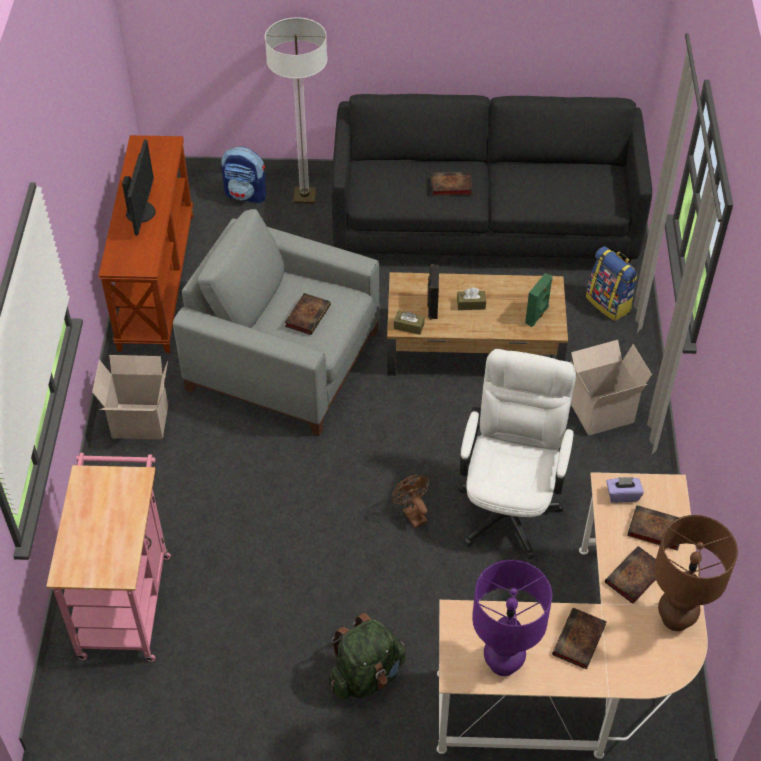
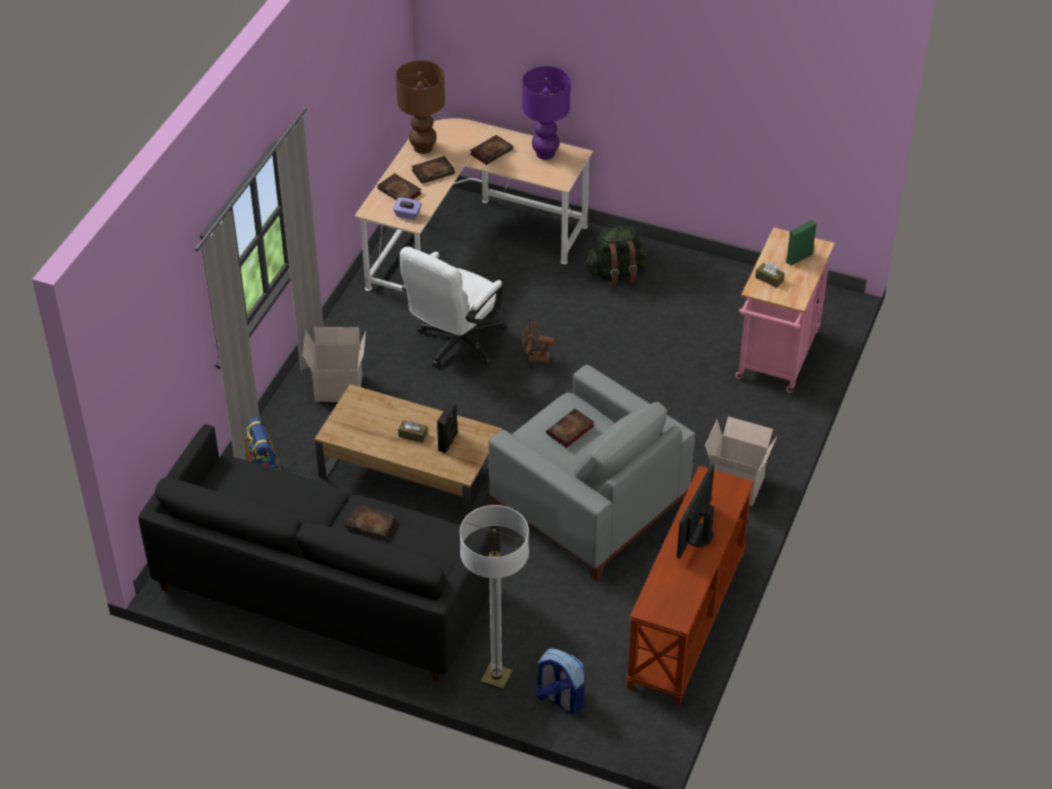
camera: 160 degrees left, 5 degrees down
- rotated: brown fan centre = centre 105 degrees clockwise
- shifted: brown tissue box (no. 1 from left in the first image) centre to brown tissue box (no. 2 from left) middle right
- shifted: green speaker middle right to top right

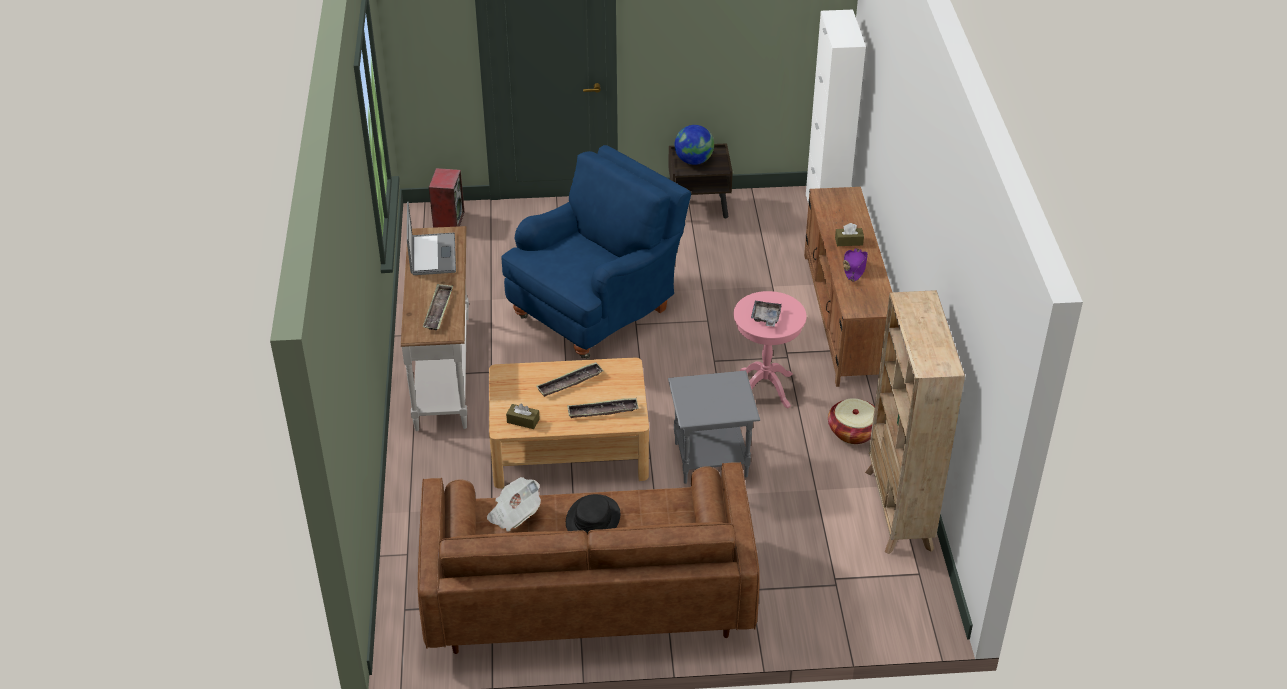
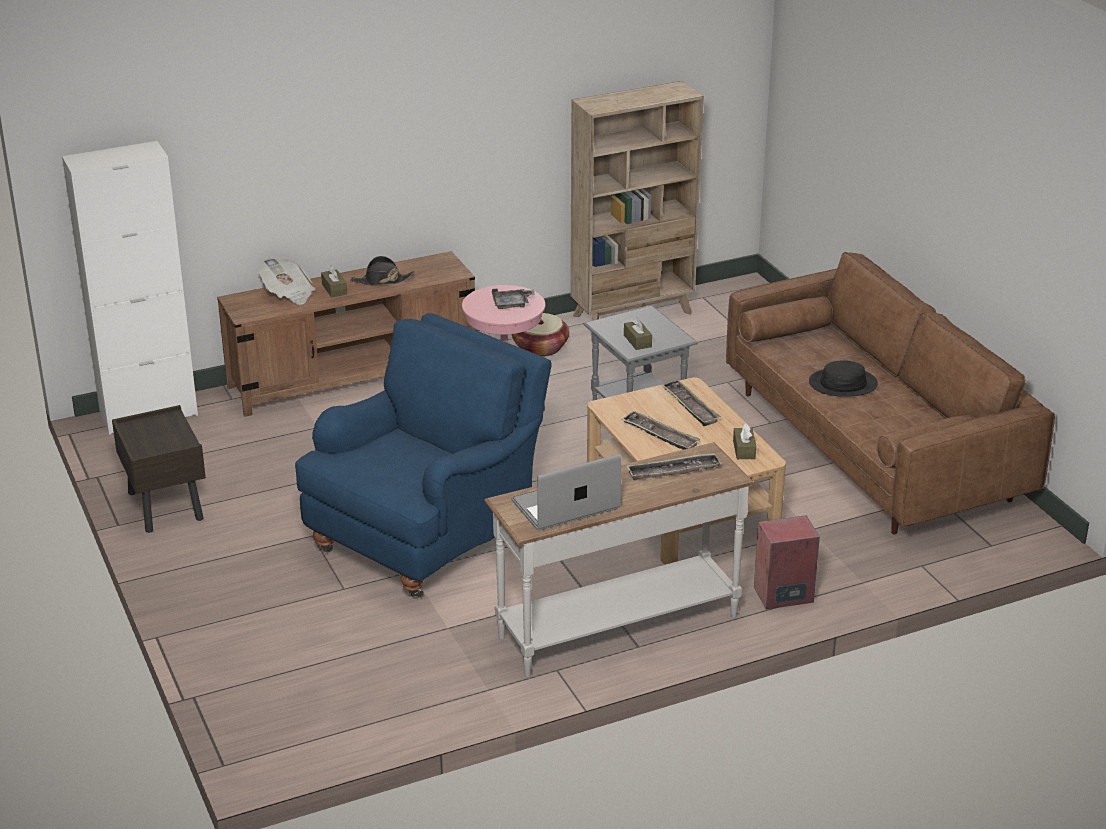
camera: 110 degrees left, 10 degrees down
- shifted: speaker top centre to bottom right
- shifted: newspaper bottom centre to middle left
- rotated: blue armchair centre = centre 105 degrees clockwise
- gone: globe top centre
- repainted: purple hat centre to black hat (no. 1 from left) top centre
- new: brown tissue box (no. 2 from left) centre

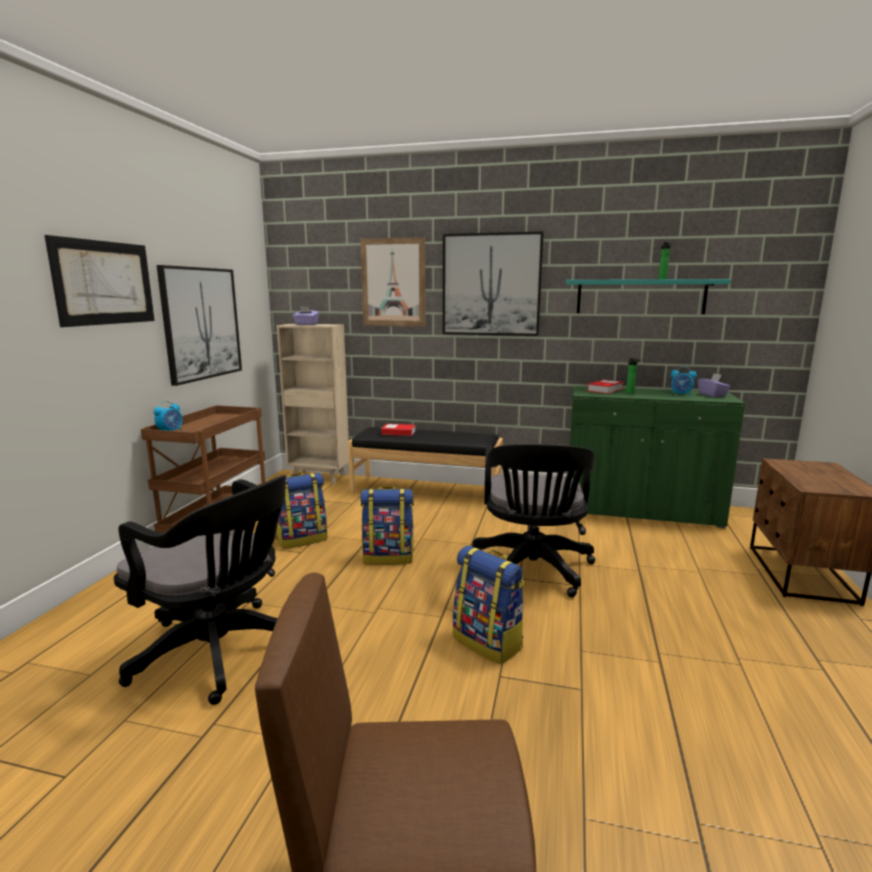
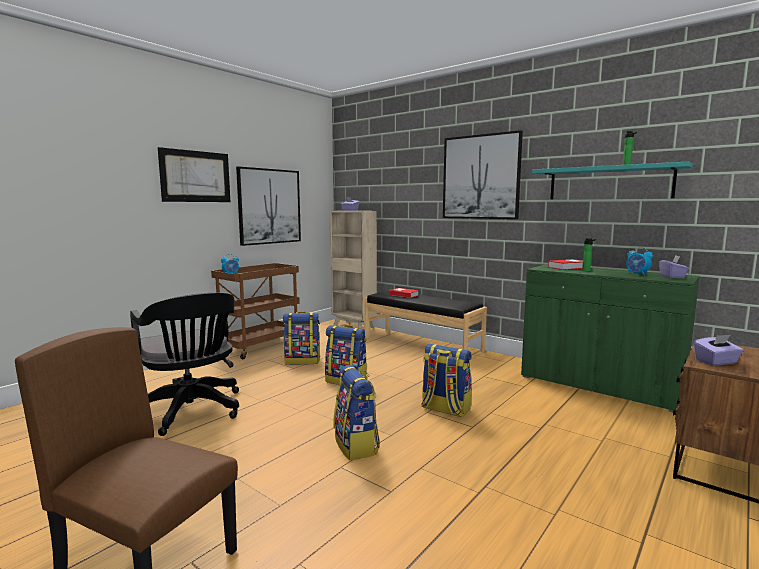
camera: 25 degrees right, 5 degrees down
- gone: picture (no. 3 from left) top centre
- swapped: black office chair (no. 2 from left) centre to backpack (no. 4 from left) bottom centre
- new: purple tissue box (no. 3 from left) middle right

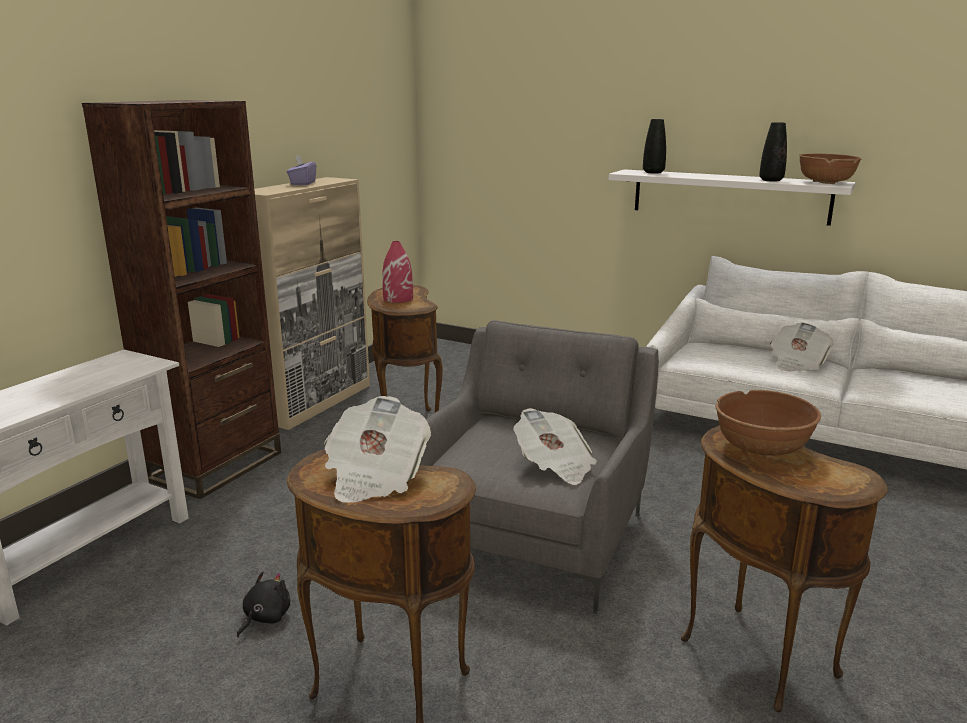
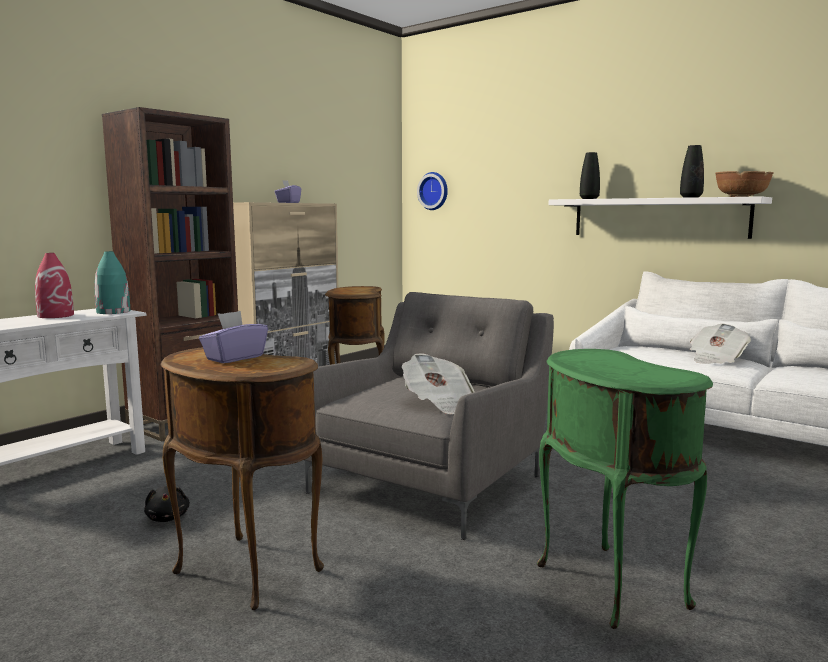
camera: 10 degrees right, 10 degrees down
- rotated: black plush toy bottom left = bottom left 120 degrees clockwise
- swapped: newspaper (no. 1 from left) centre to purple tissue box (no. 1 from left) middle left
- shifted: red vase centre to middle left
- repainted: brown side table (no. 3 from left) bottom right to green side table bottom right
- gone: brown bowl (no. 1 from left) middle right
- new: turquoise vase middle left
- new: wall clock top centre

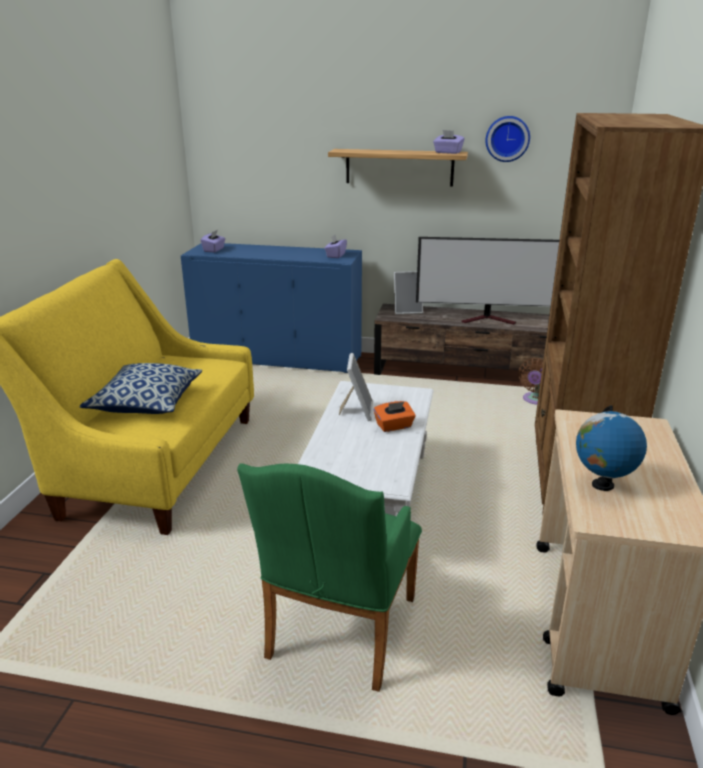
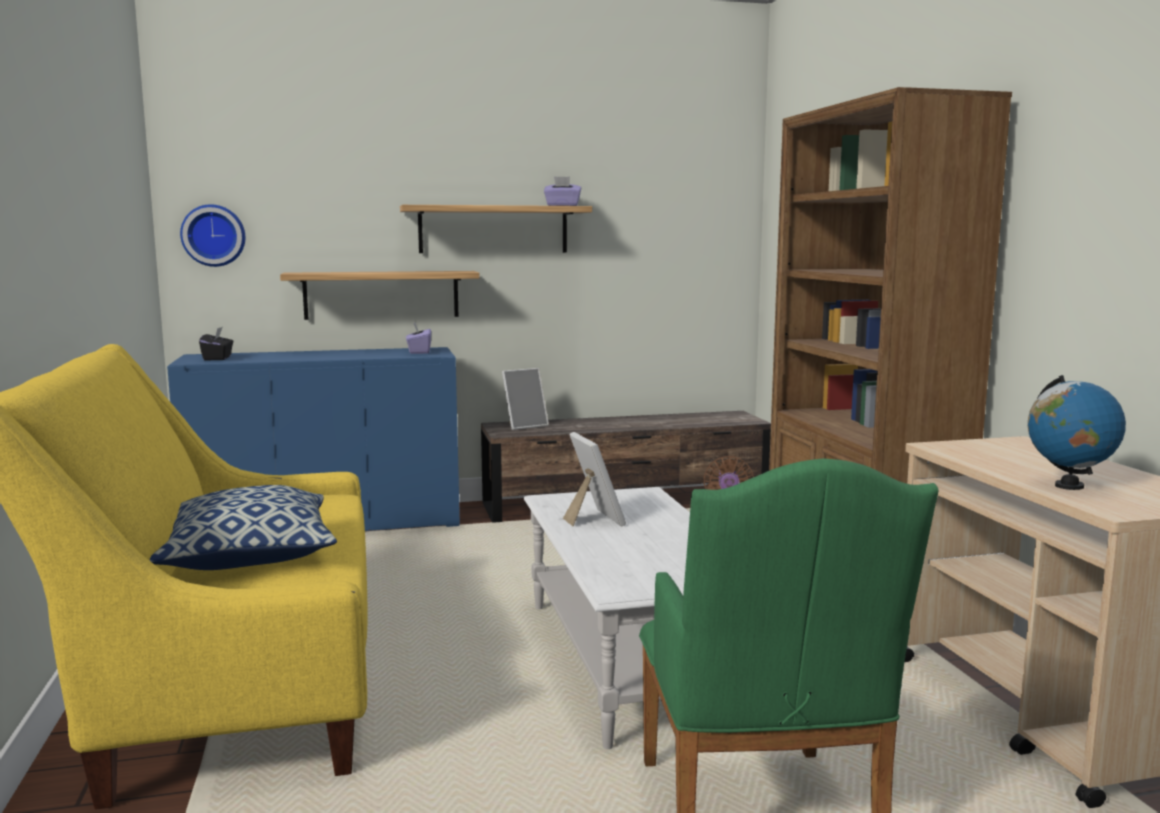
camera: 25 degrees left, 15 degrees down
- repainted: purple tissue box (no. 1 from left) top left to black tissue box middle left
- gone: orange tissue box centre
- gone: television middle right
- shifted: wall clock top right to top left
- new: shelf (no. 1 from left) middle left

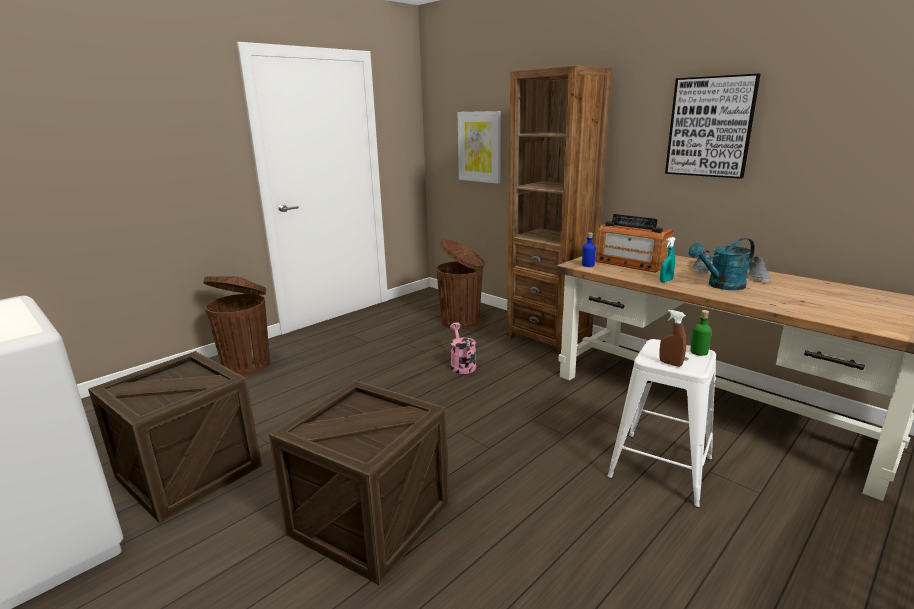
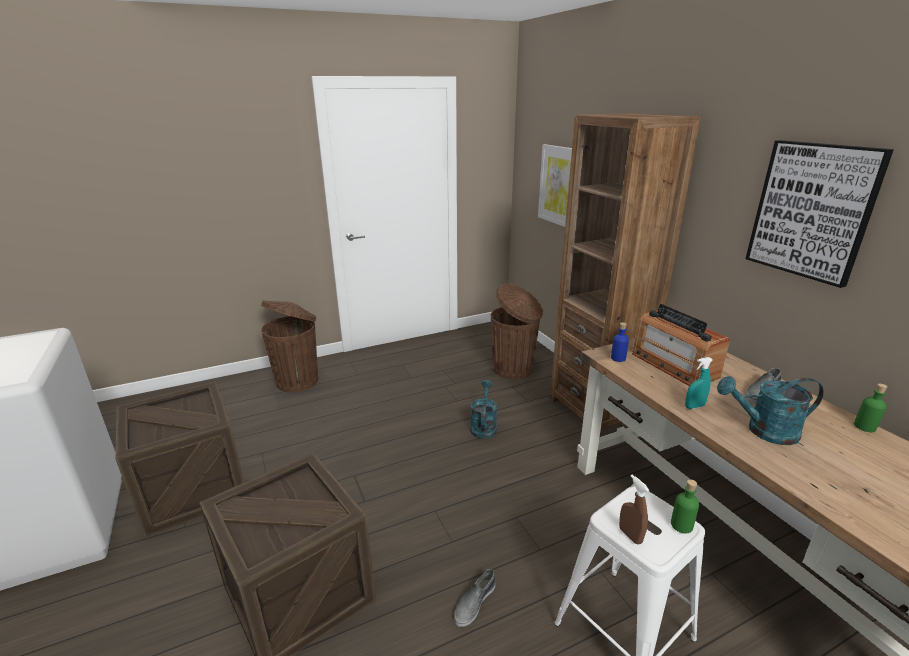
camera: 20 degrees right, 5 degrees up
- repainted: pink watering can centre to turquoise watering can (no. 1 from left) centre
- shifted: grey shoe (no. 2 from left in the first image) middle right to grey shoe (no. 1 from left) bottom centre
- new: green bottle (no. 2 from left) middle right

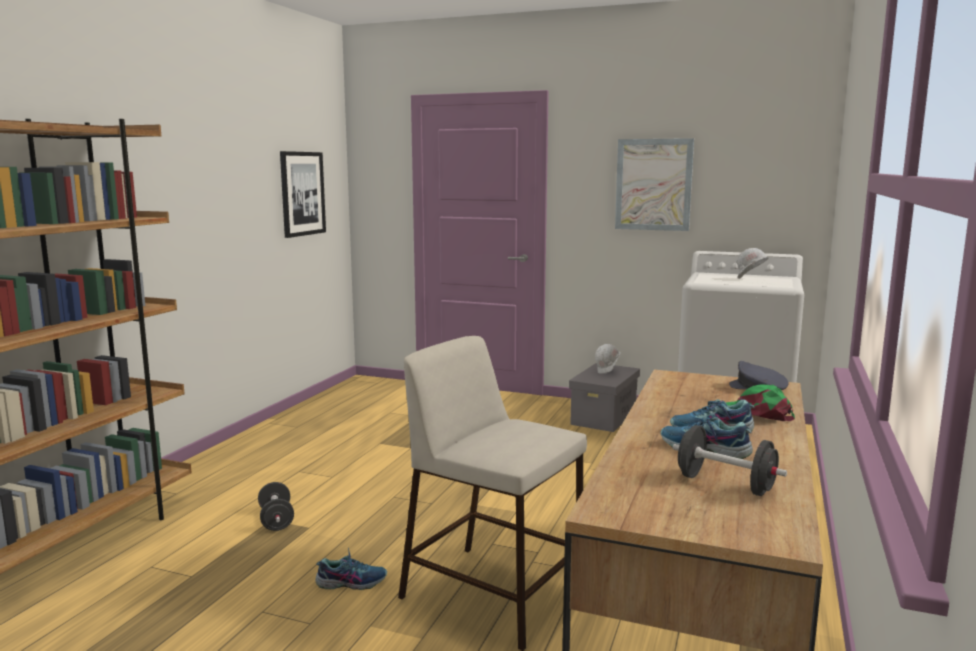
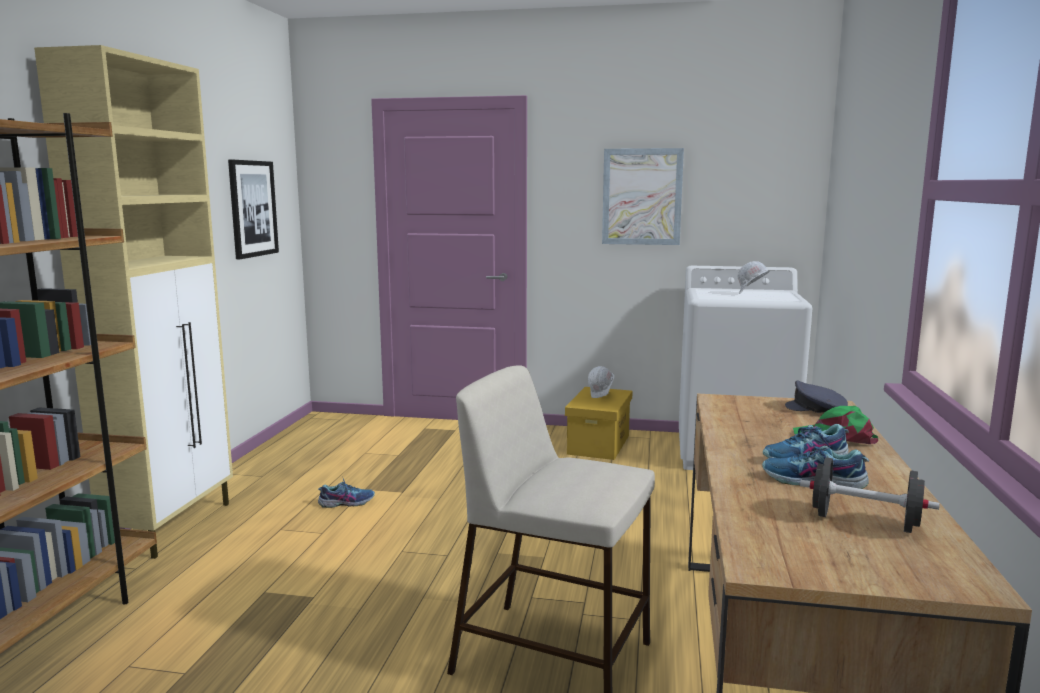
camera: 10 degrees left, 0 degrees up
- gone: black dumbbell (no. 1 from left) bottom left
- shifted: shoe (no. 1 from left) bottom centre to bottom left
- repainted: grey storage box centre to yellow storage box centre
- new: beige cabinet middle left

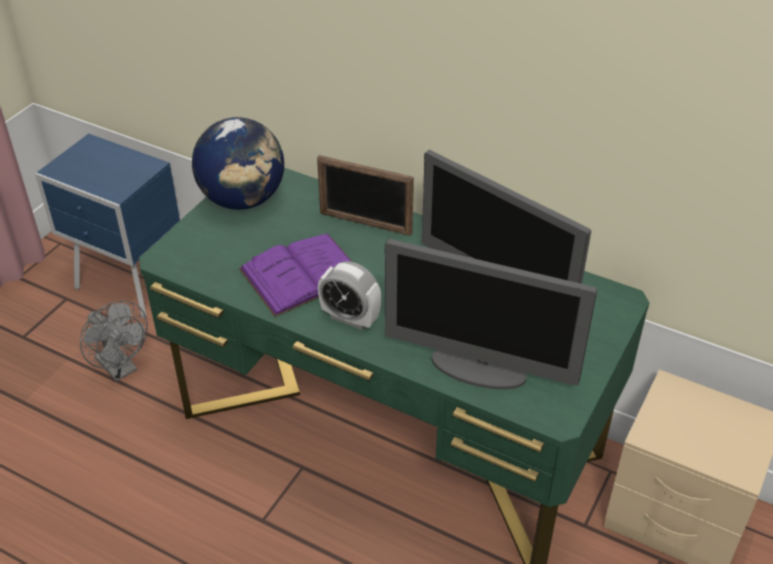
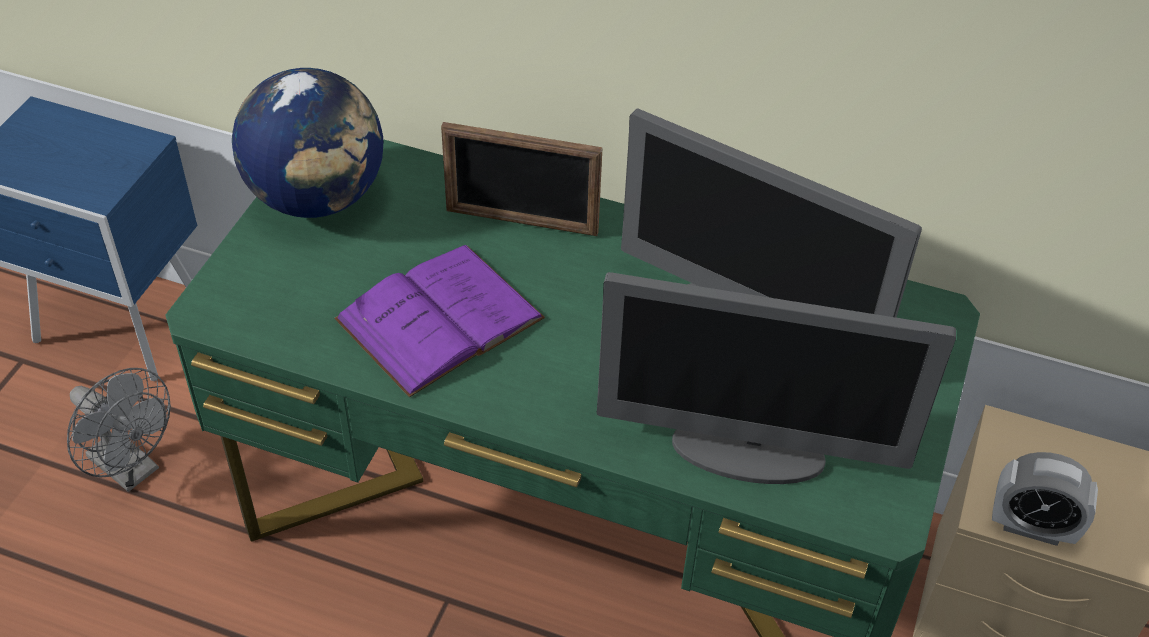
camera: 10 degrees left, 5 degrees up
- shifted: alarm clock centre to bottom right

